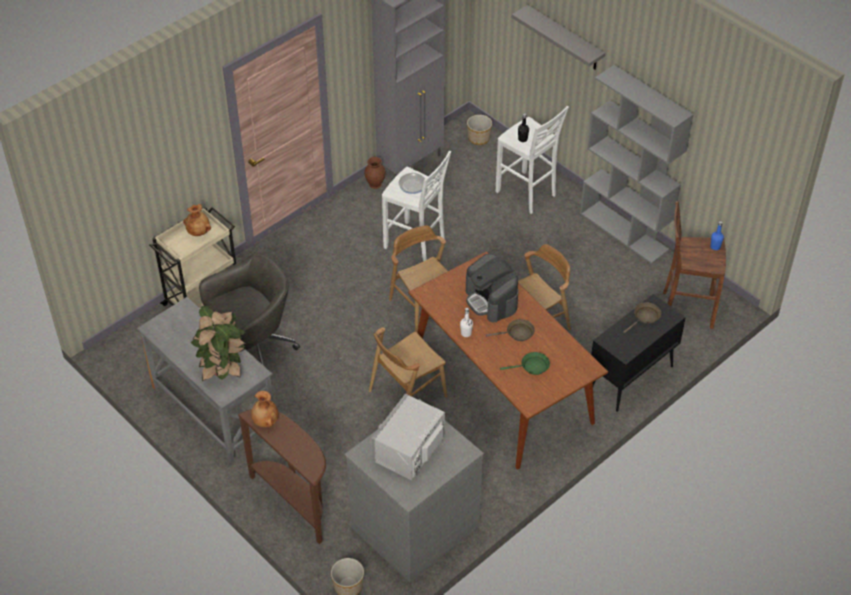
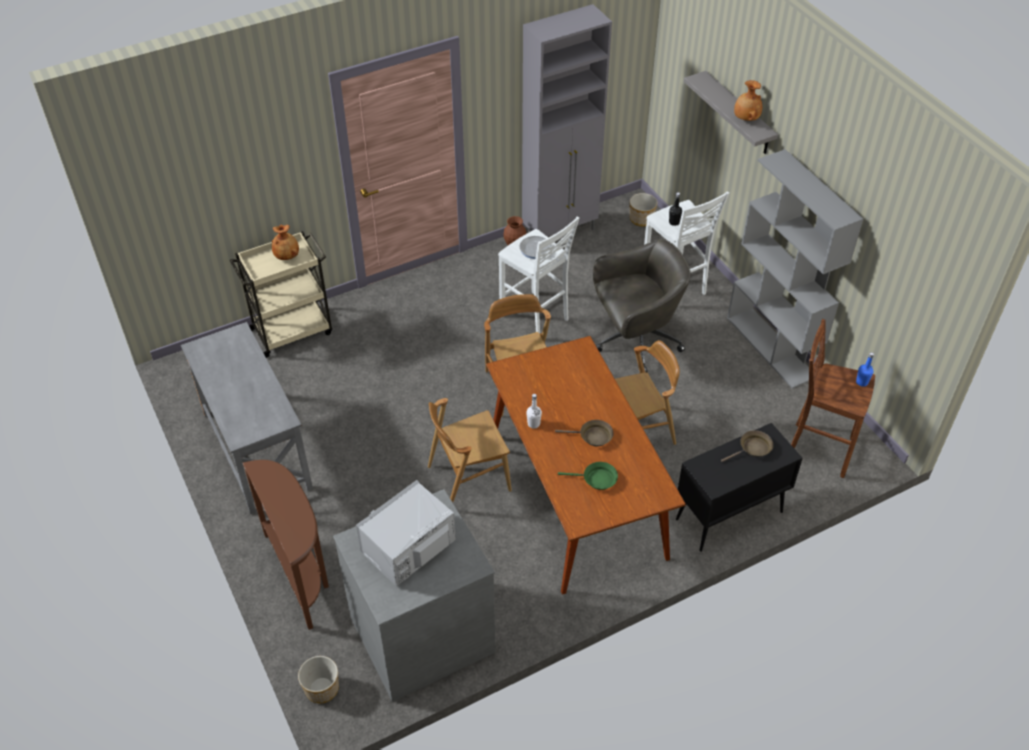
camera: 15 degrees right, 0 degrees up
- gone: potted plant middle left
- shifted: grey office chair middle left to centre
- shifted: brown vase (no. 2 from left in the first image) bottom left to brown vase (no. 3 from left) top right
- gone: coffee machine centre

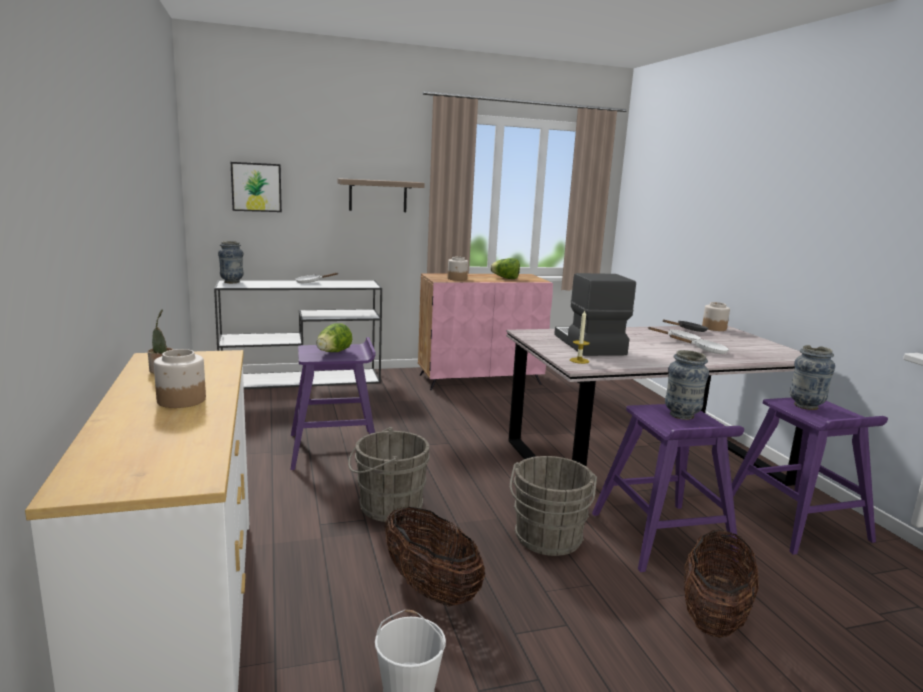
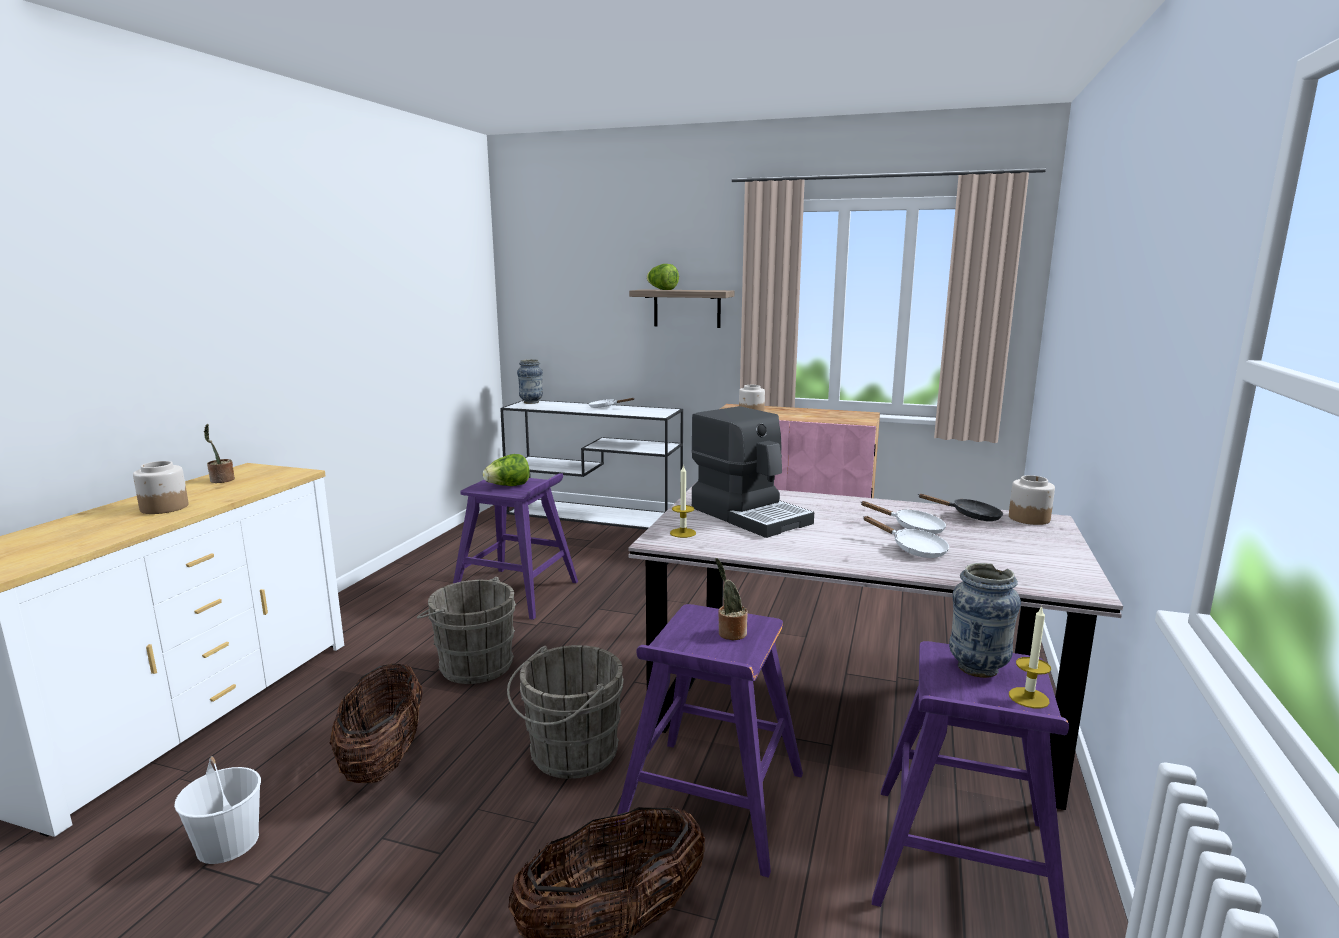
camera: 35 degrees right, 0 degrees up
- gone: picture top left
- shifted: lettuce (no. 2 from left) centre to top centre
- rotated: coffee machine centre = centre 120 degrees clockwise
- swapped: vase (no. 2 from left) middle right to potted plant (no. 2 from left) centre
- new: candle (no. 2 from left) bottom right

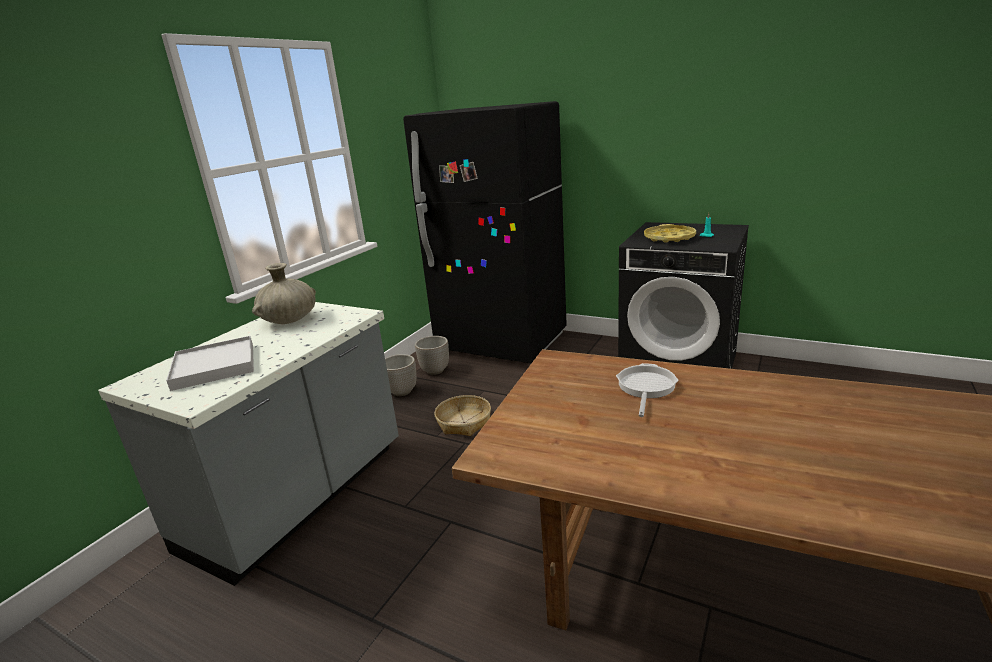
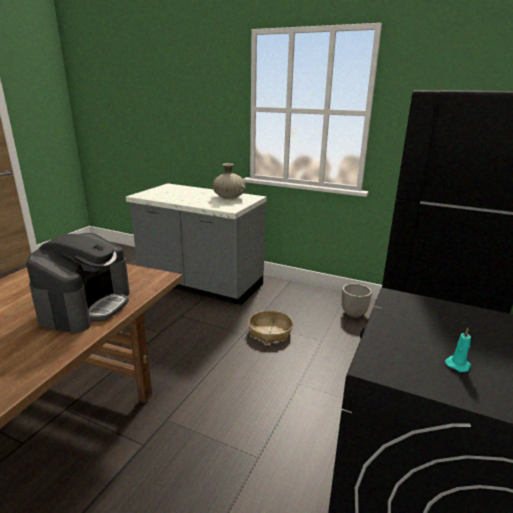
camera: 85 degrees right, 0 degrees up
- gone: white tray middle left
- gone: planter (no. 1 from left) centre
- swapped: frying pan centre to coffee machine middle left
- gone: yellow tray middle right

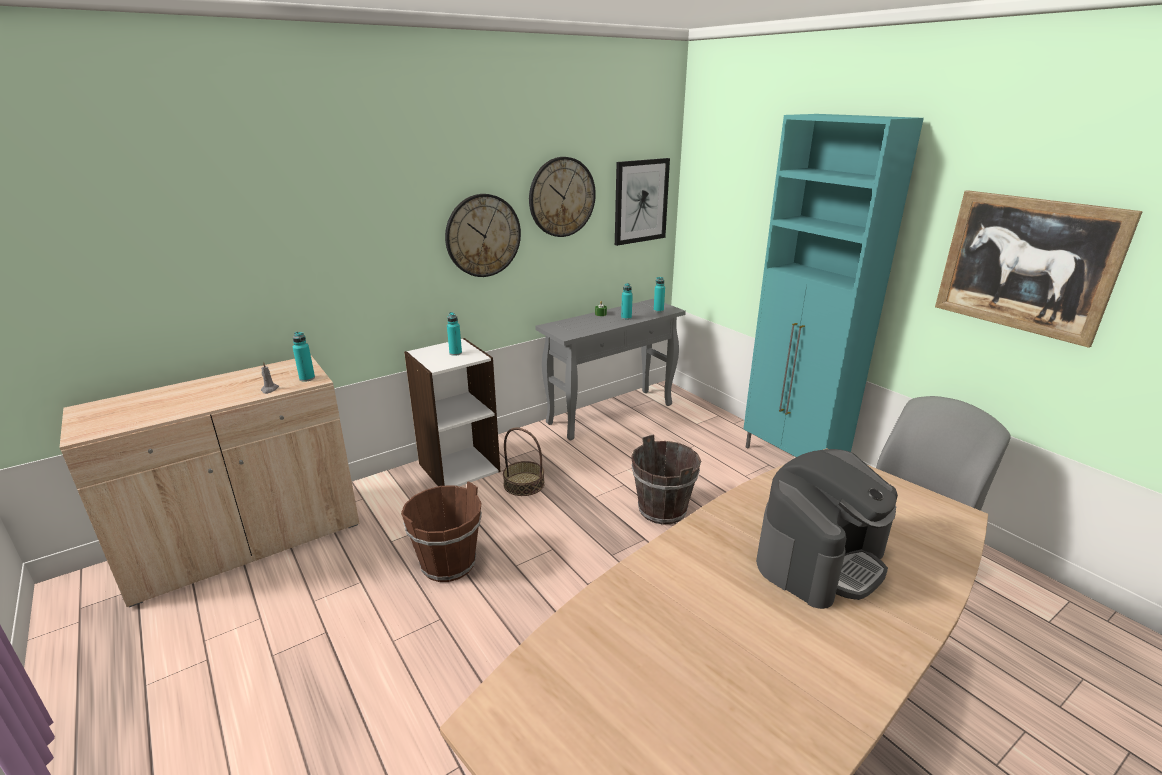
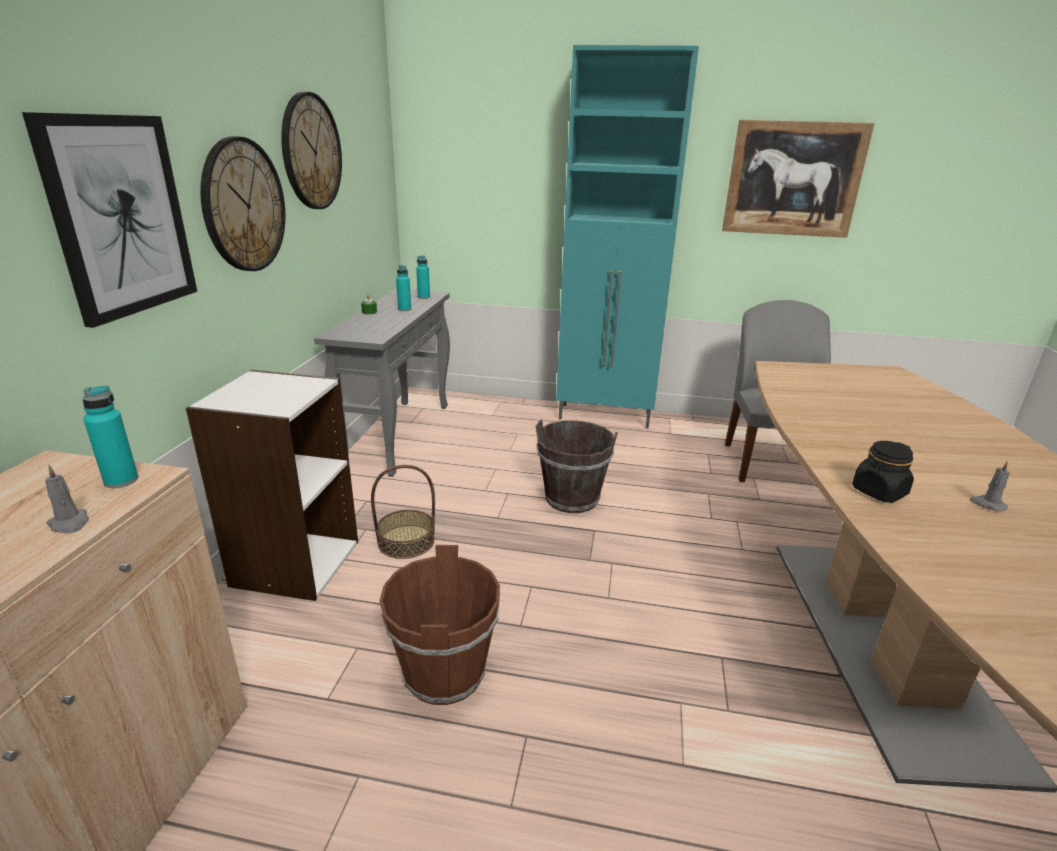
camera: 45 degrees left, 0 degrees up
- gone: turquoise bottle (no. 2 from left) centre
- shifted: picture (no. 1 from left) top centre to top left
- gone: coffee machine bottom right
- new: black jar middle right
- new: grey candle (no. 2 from left) middle right

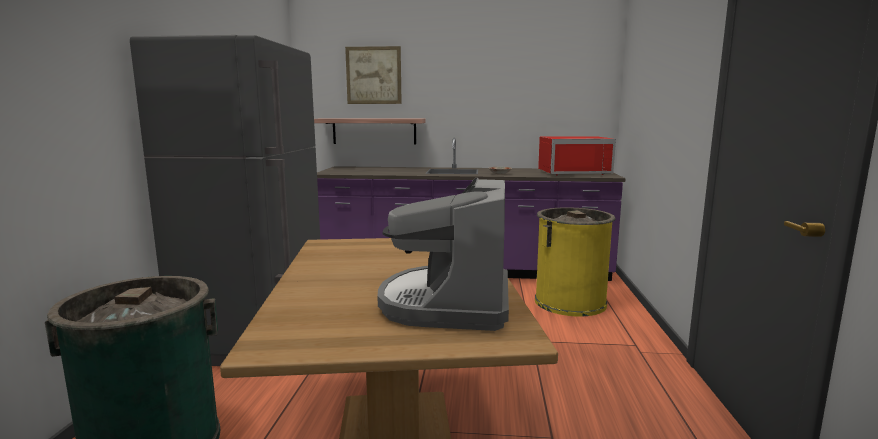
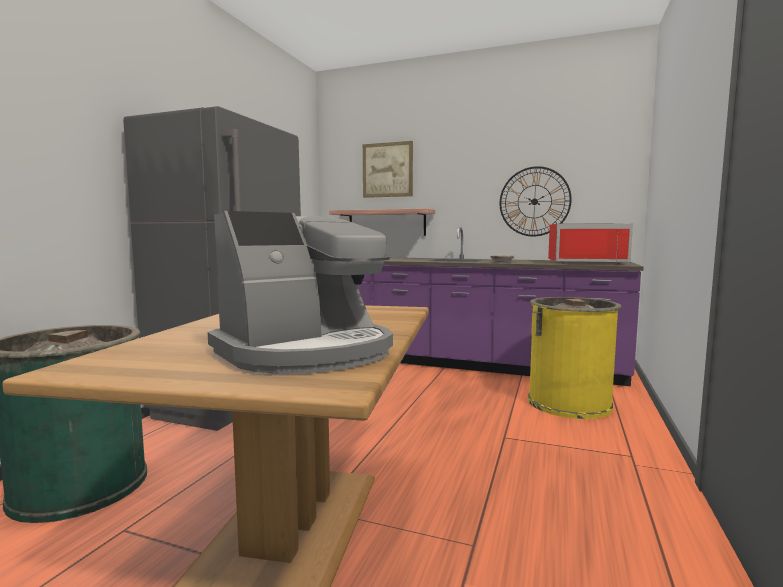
camera: 15 degrees right, 5 degrees down
- rotated: coffee machine centre = centre 150 degrees counterclockwise
- new: wall clock middle right

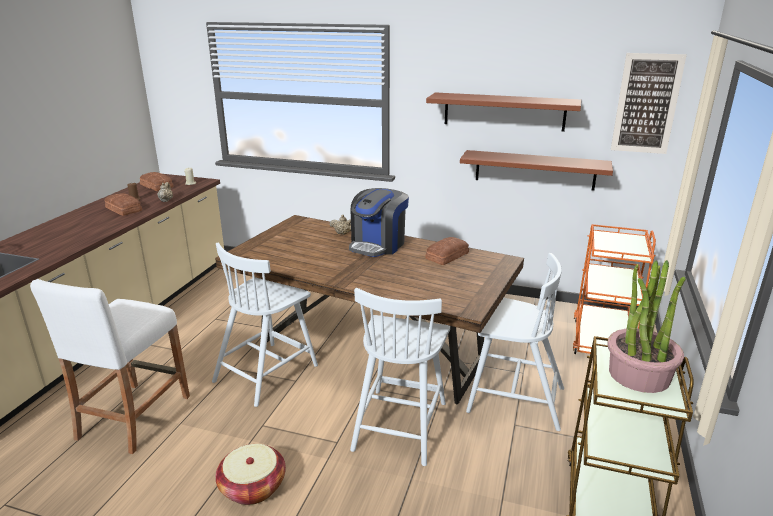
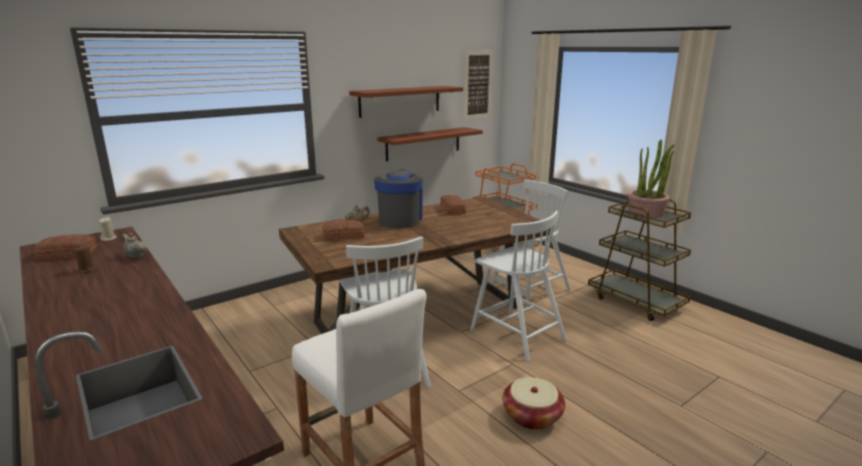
camera: 55 degrees left, 5 degrees down
- shifted: bread (no. 1 from left in the first image) middle left to bread (no. 2 from left) centre
- rotated: coffee machine centre = centre 150 degrees counterclockwise

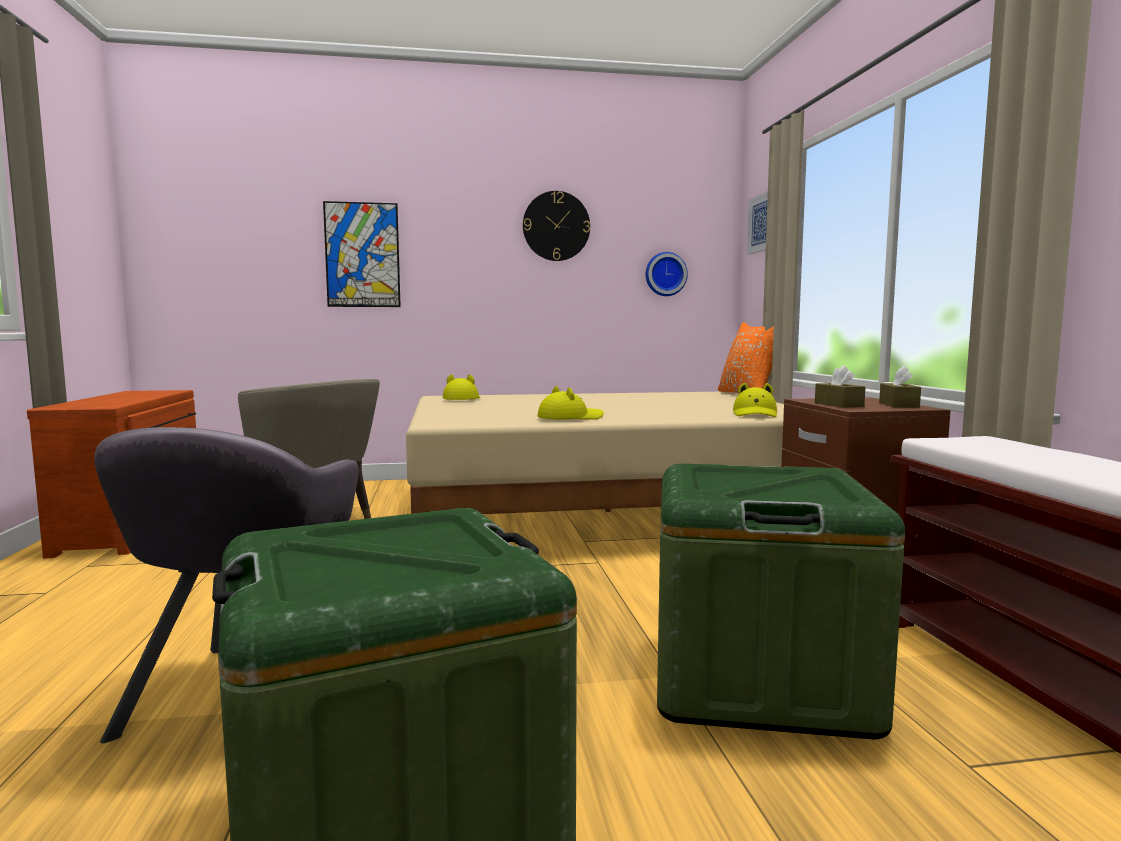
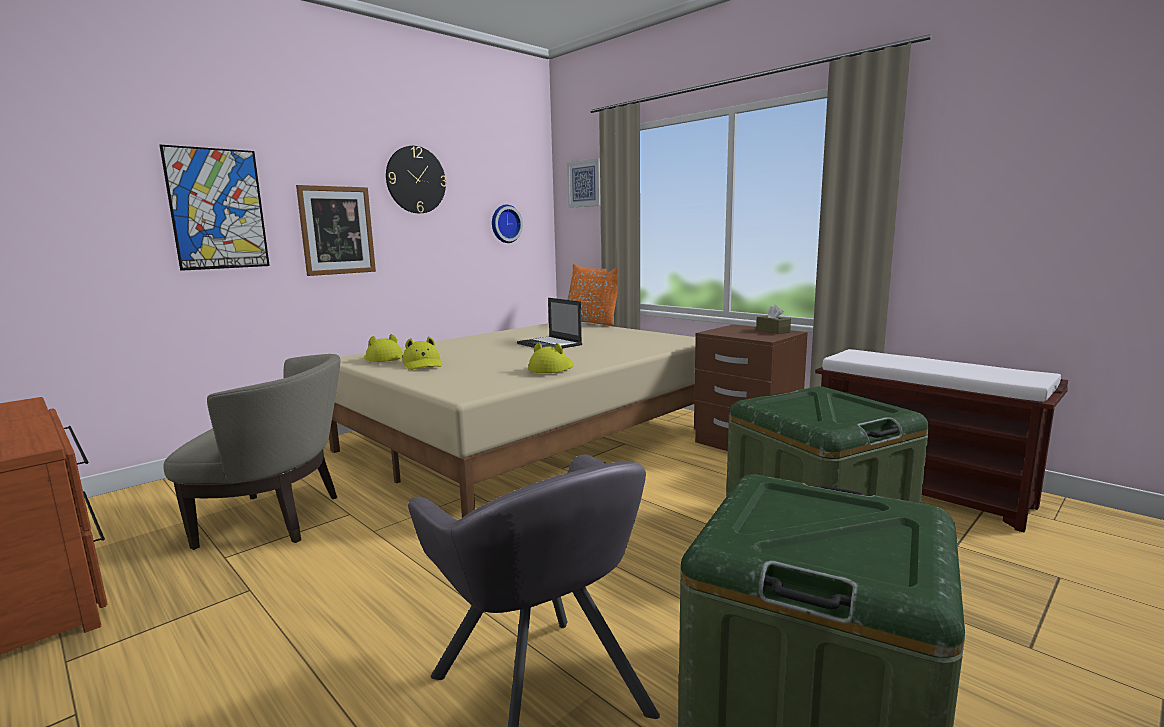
camera: 35 degrees left, 5 degrees up
- shifted: yellow hat (no. 3 from left in the first image) middle right to yellow hat (no. 2 from left) centre
- gone: brown tissue box (no. 1 from left) middle right
- new: picture (no. 2 from left) top left
- new: laptop centre

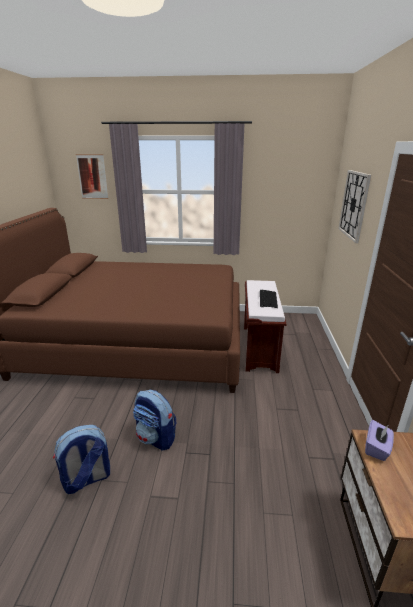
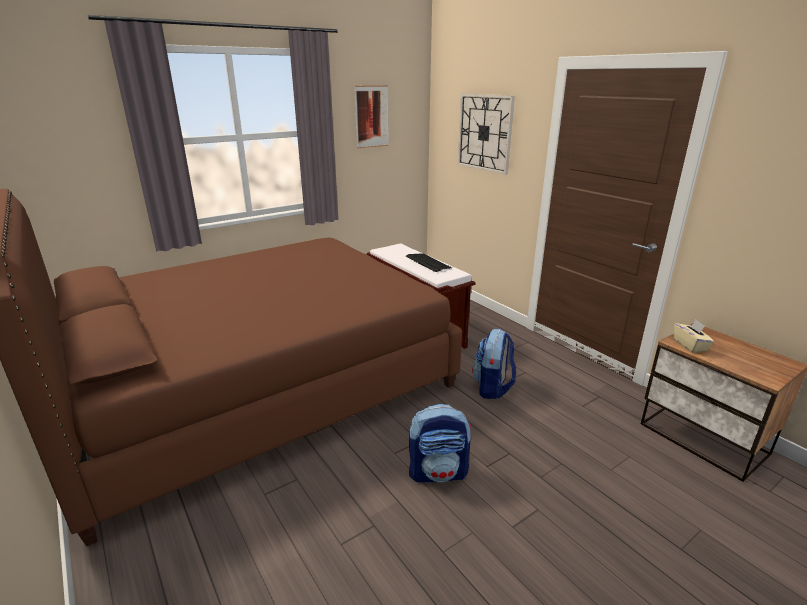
camera: 40 degrees left, 0 degrees up
- shifted: backpack (no. 1 from left in the first image) bottom left to backpack (no. 2 from left) centre
- shifted: picture top left to top centre
- repainted: purple tissue box bottom right to beige tissue box middle right

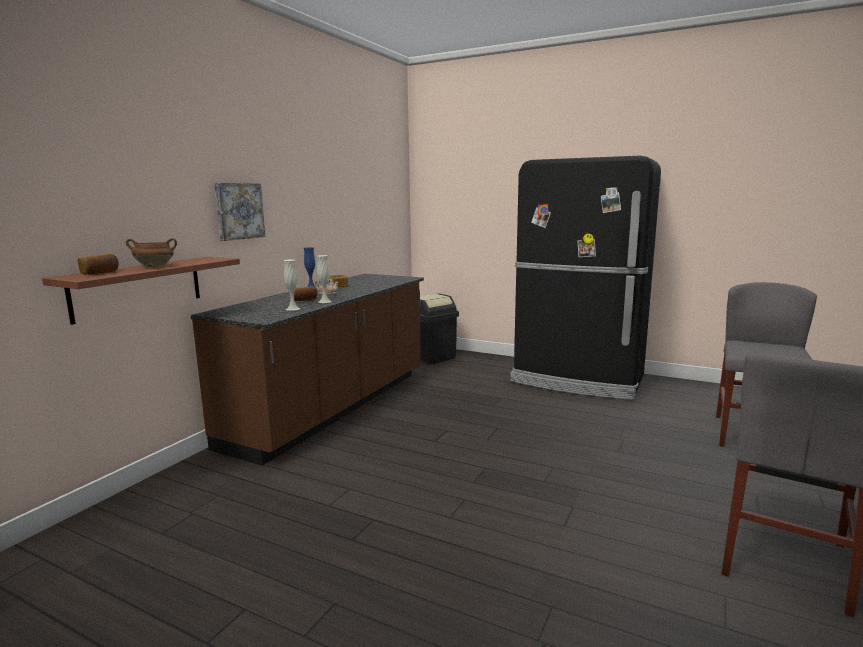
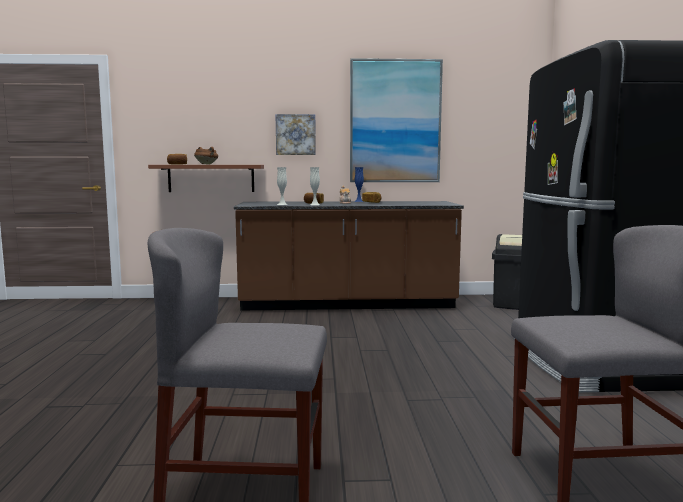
camera: 60 degrees right, 5 degrees down
- new: picture (no. 2 from left) top centre

